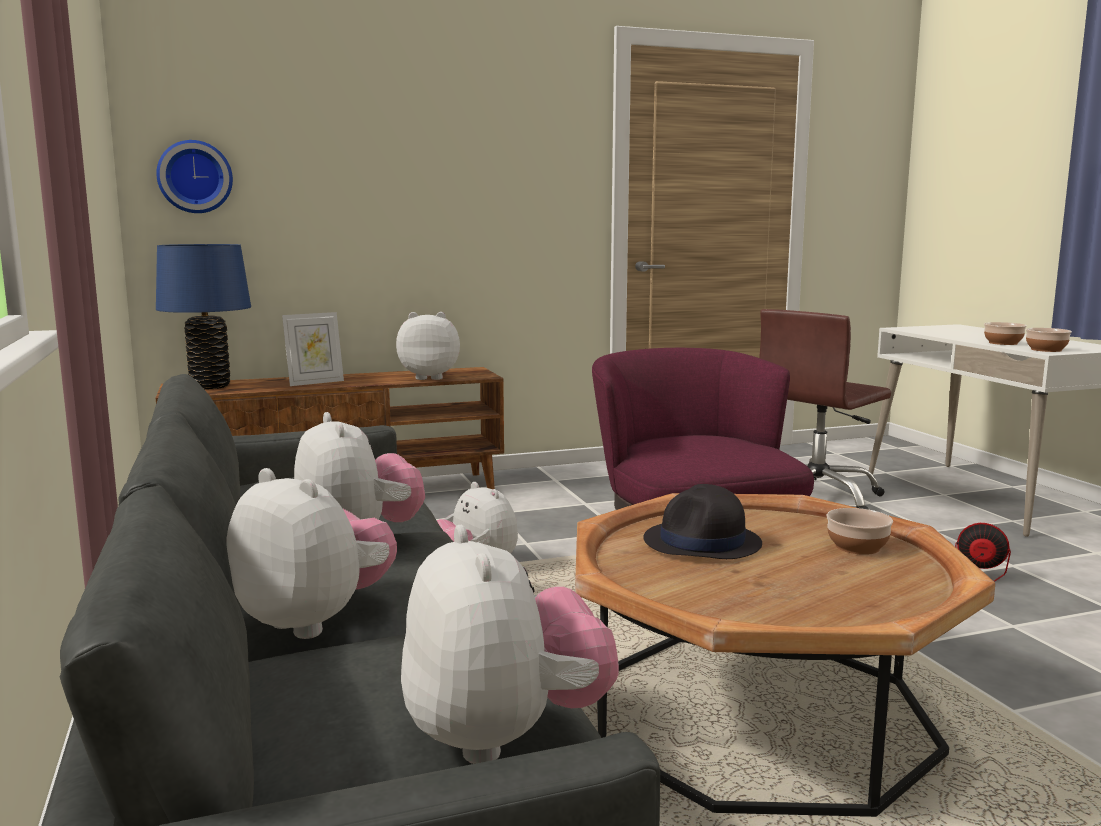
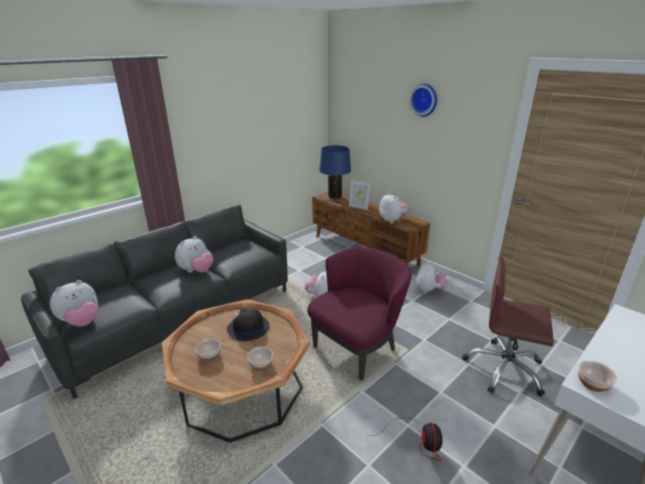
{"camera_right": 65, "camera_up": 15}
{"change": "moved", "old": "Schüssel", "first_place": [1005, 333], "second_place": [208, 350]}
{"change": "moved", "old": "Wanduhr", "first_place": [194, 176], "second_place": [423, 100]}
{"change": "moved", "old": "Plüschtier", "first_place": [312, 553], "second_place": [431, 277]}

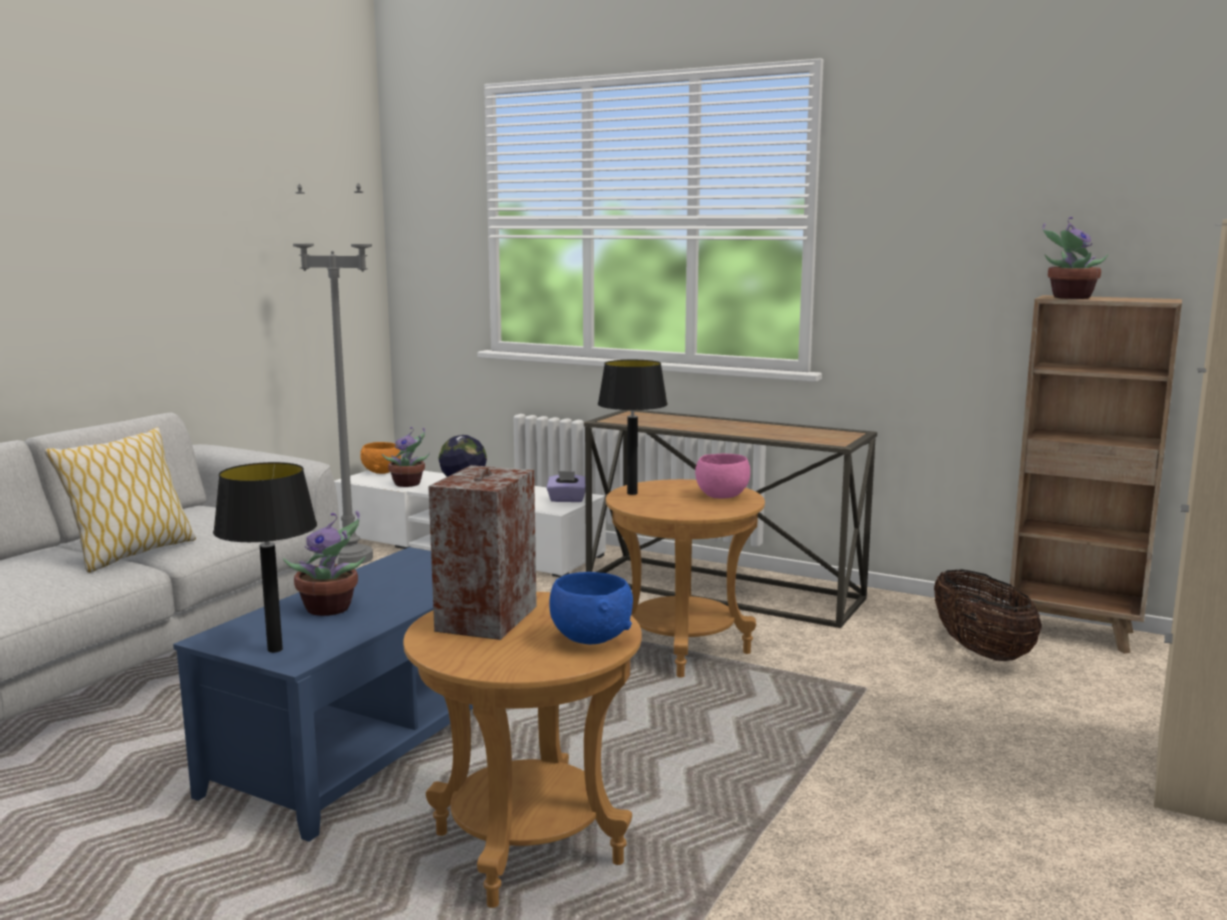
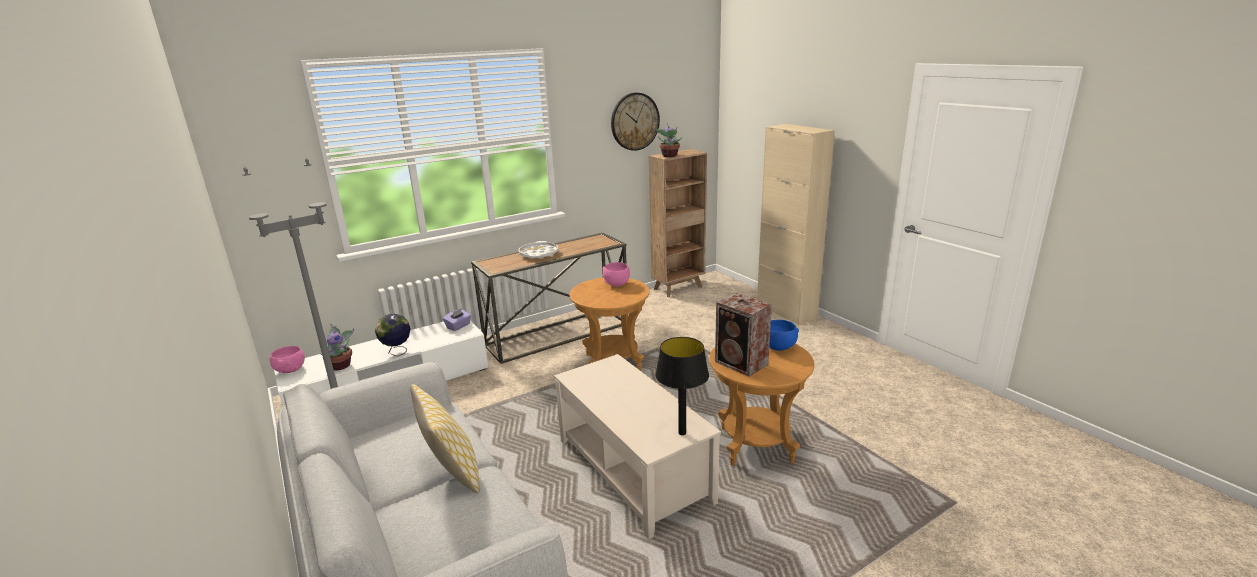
{"camera_right": -60, "camera_up": 10}
{"change": "recoloured", "old": "Schüssel/orange", "new": "Schüssel/rosa", "first_place": [380, 458], "second_place": [287, 359]}
{"change": "added", "new": "Tablett/weiß", "second_place": [538, 250]}
{"change": "recoloured", "old": "Couchtisch/blau", "new": "Couchtisch/beige", "first_place": [323, 694], "second_place": [637, 447]}
{"change": "added", "new": "Wanduhr", "second_place": [635, 122]}
{"change": "removed", "old": "Topfpflanze", "first_place": [324, 563]}
{"change": "removed", "old": "Tischlampe/schwarz", "first_place": [633, 427]}
{"change": "removed", "old": "Korb", "first_place": [988, 615]}

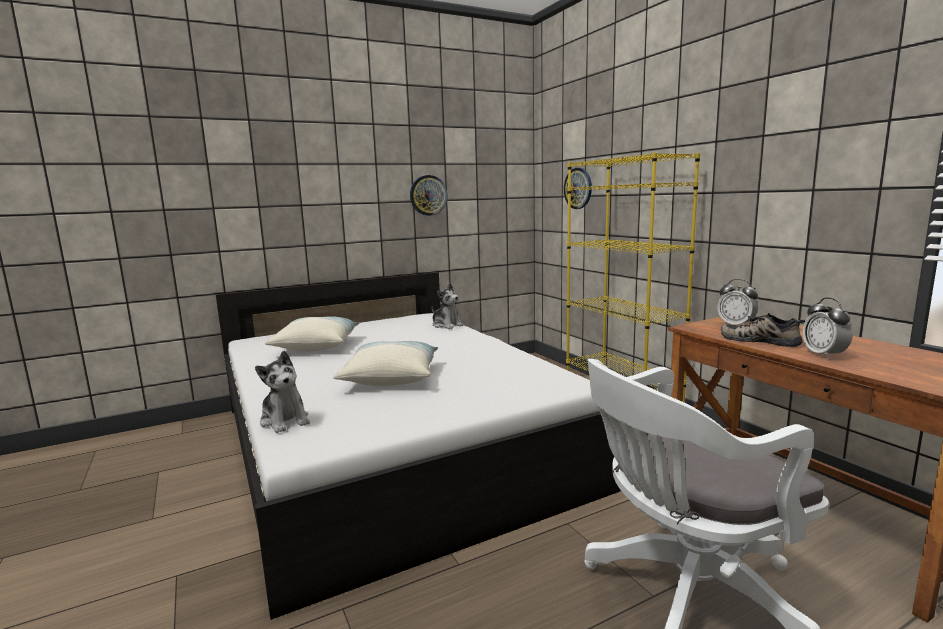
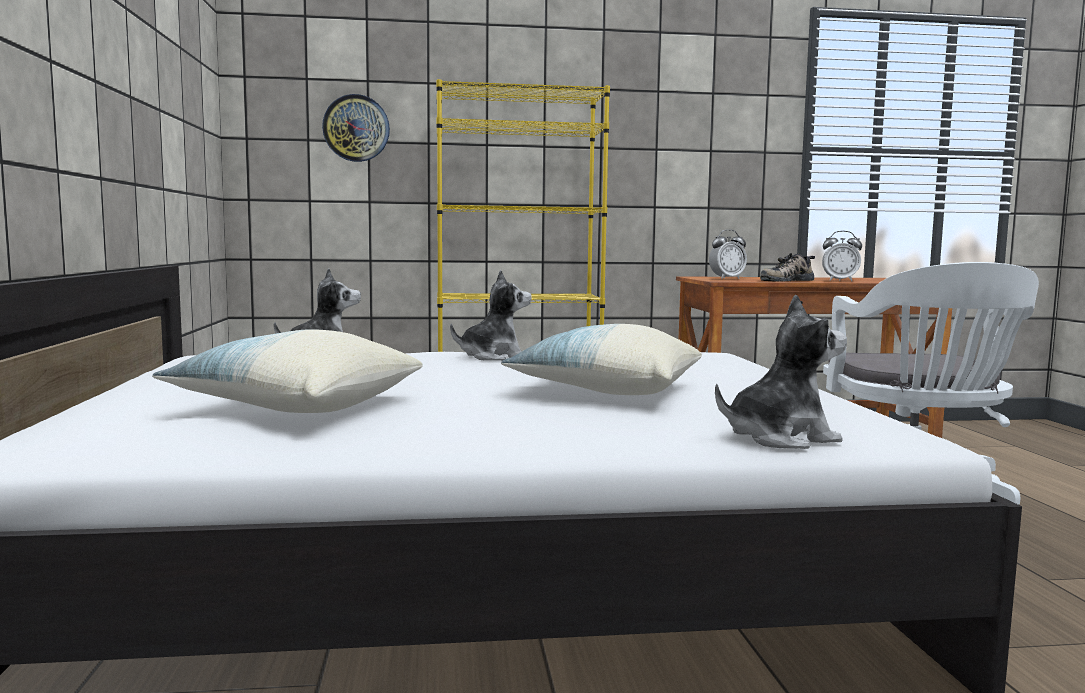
{"camera_right": -70, "camera_up": -5}
{"change": "added", "new": "Plüschtier", "second_place": [491, 315]}
{"change": "removed", "old": "Wanduhr", "first_place": [429, 195]}

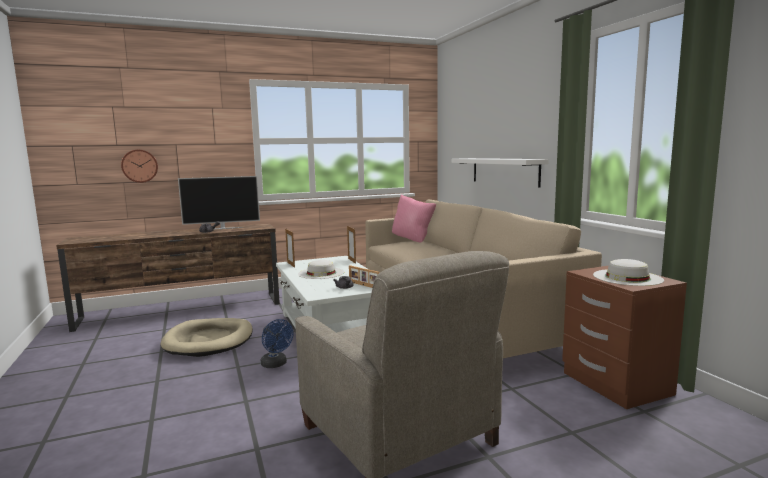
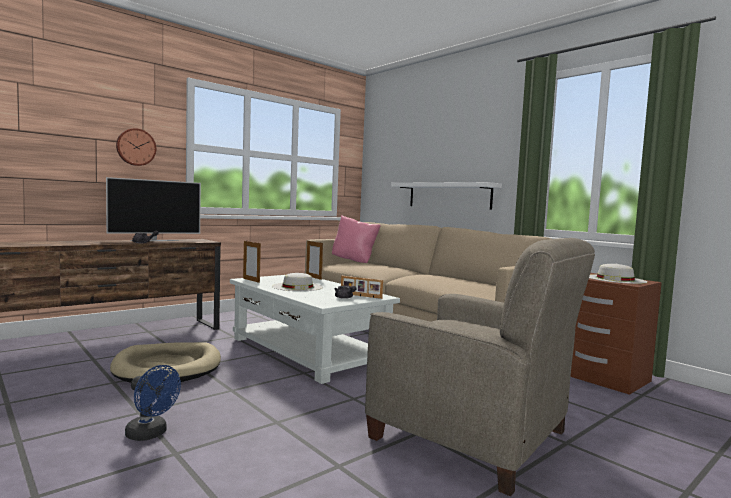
{"camera_right": -20, "camera_up": -5}
{"change": "moved", "old": "Wanduhr", "first_place": [139, 166], "second_place": [136, 147]}
{"change": "moved", "old": "Ventilator/blau", "first_place": [277, 343], "second_place": [153, 403]}

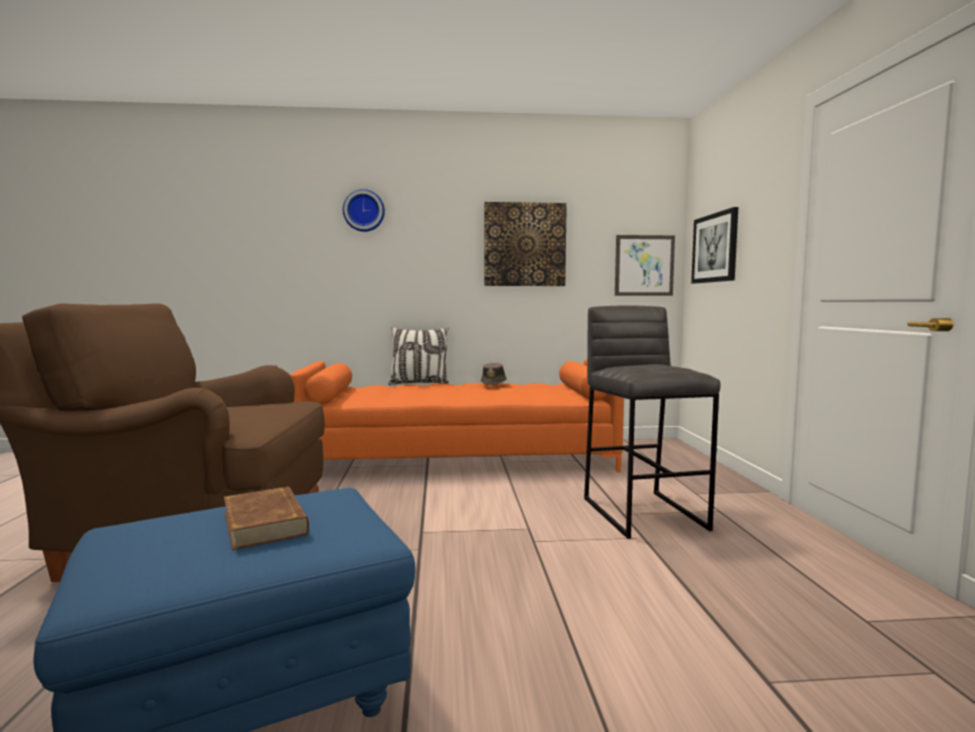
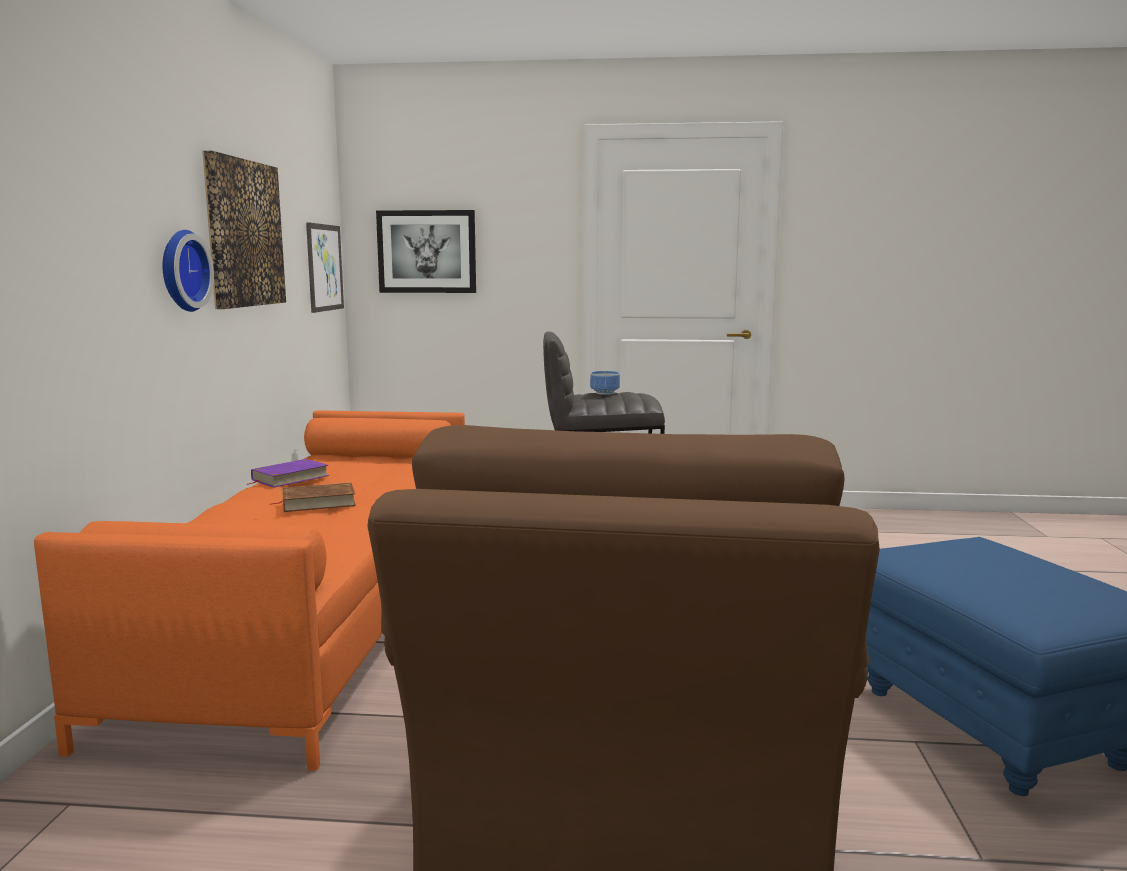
{"camera_right": -80, "camera_up": 5}
{"change": "moved", "old": "Wanduhr", "first_place": [364, 210], "second_place": [188, 271]}
{"change": "replaced", "old": "Hut/braun", "new": "Buch/lila", "first_place": [494, 374], "second_place": [288, 473]}
{"change": "moved", "old": "Buch/braun", "first_place": [266, 518], "second_place": [313, 497]}
{"change": "added", "new": "Schüssel", "second_place": [605, 383]}
{"change": "removed", "old": "Kissen", "first_place": [418, 356]}

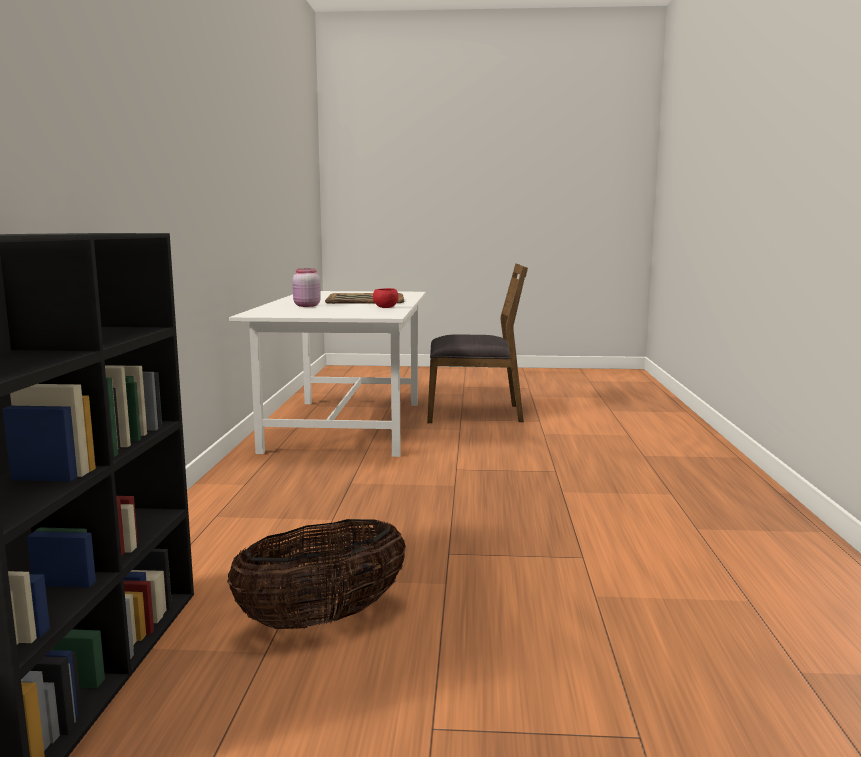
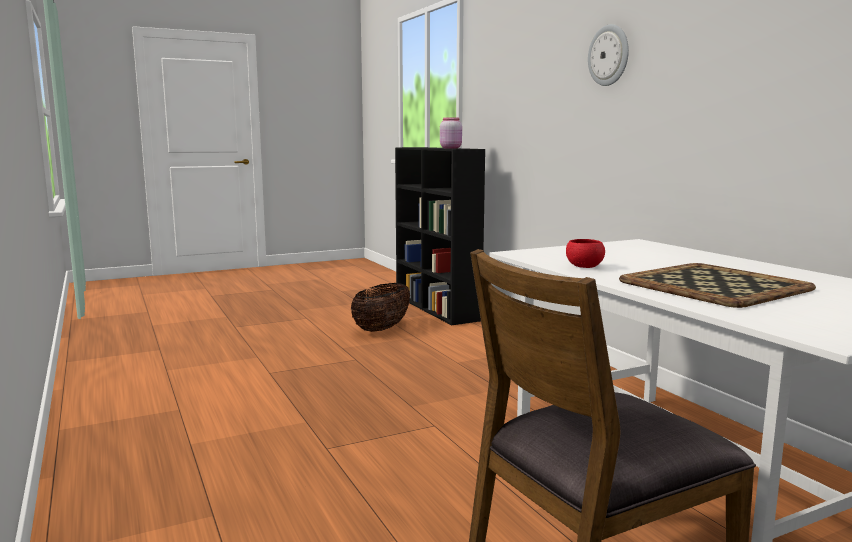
{"camera_right": 150, "camera_up": 0}
{"change": "moved", "old": "Vorratsglas/rosa", "first_place": [307, 288], "second_place": [451, 133]}
{"change": "added", "new": "Wanduhr", "second_place": [608, 55]}

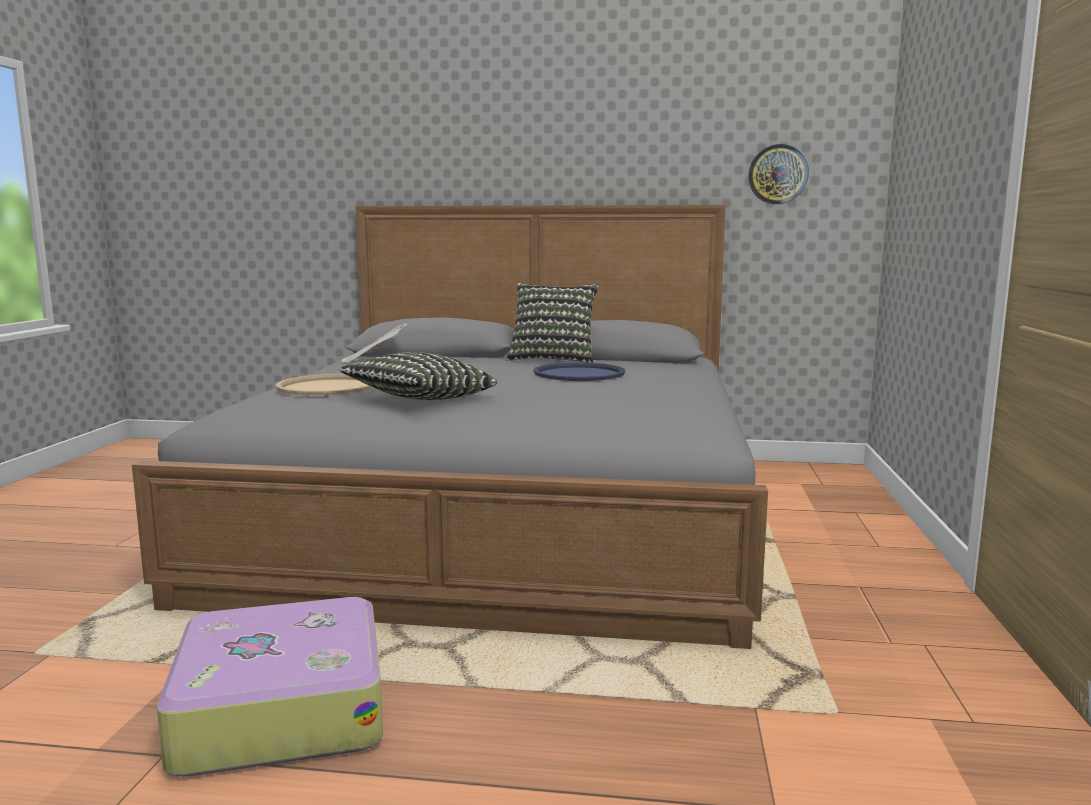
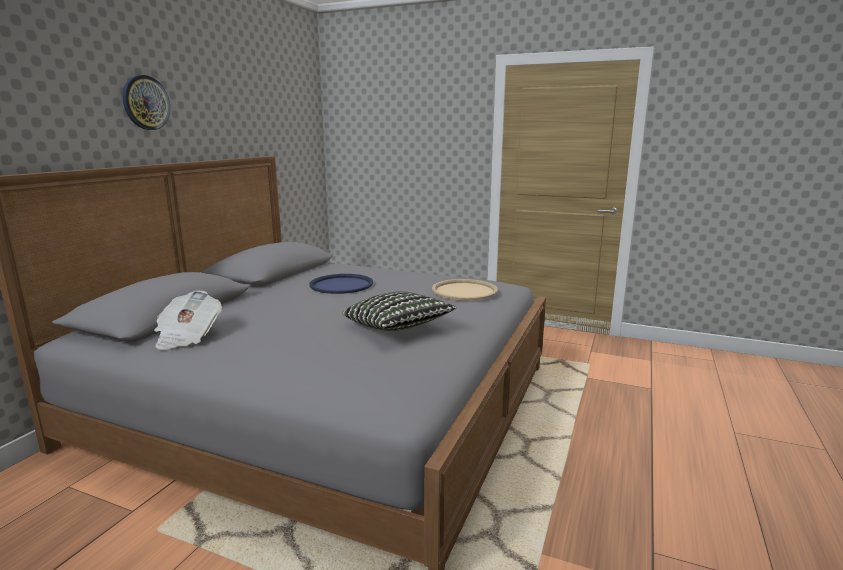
{"camera_right": -75, "camera_up": 5}
{"change": "moved", "old": "Wanduhr", "first_place": [778, 174], "second_place": [146, 102]}
{"change": "moved", "old": "Tablett/beige", "first_place": [324, 385], "second_place": [465, 289]}
{"change": "removed", "old": "Koffer", "first_place": [270, 686]}
{"change": "removed", "old": "Kissen", "first_place": [553, 323]}

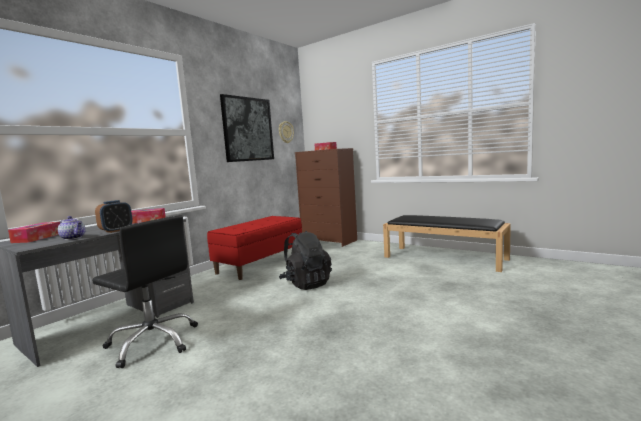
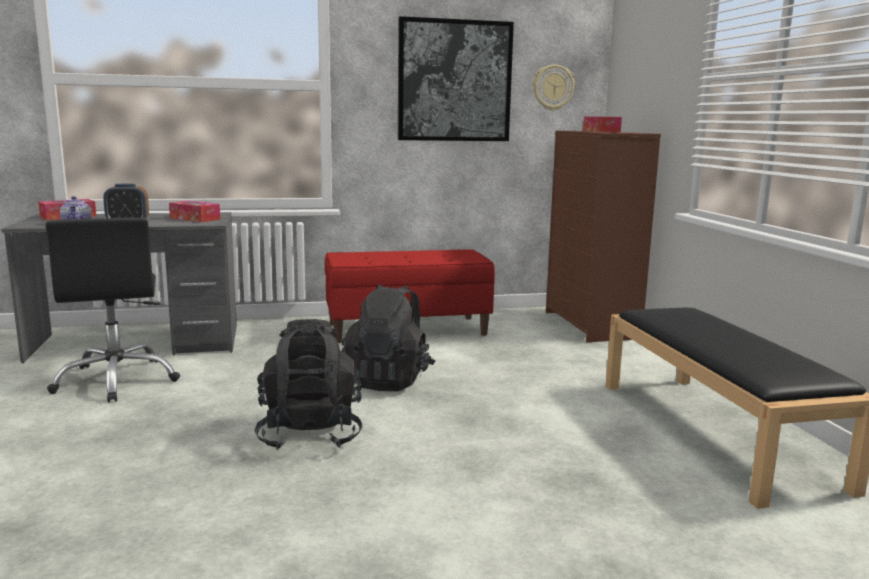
{"camera_right": 40, "camera_up": 5}
{"change": "added", "new": "Rucksack/schwarz", "second_place": [308, 384]}

